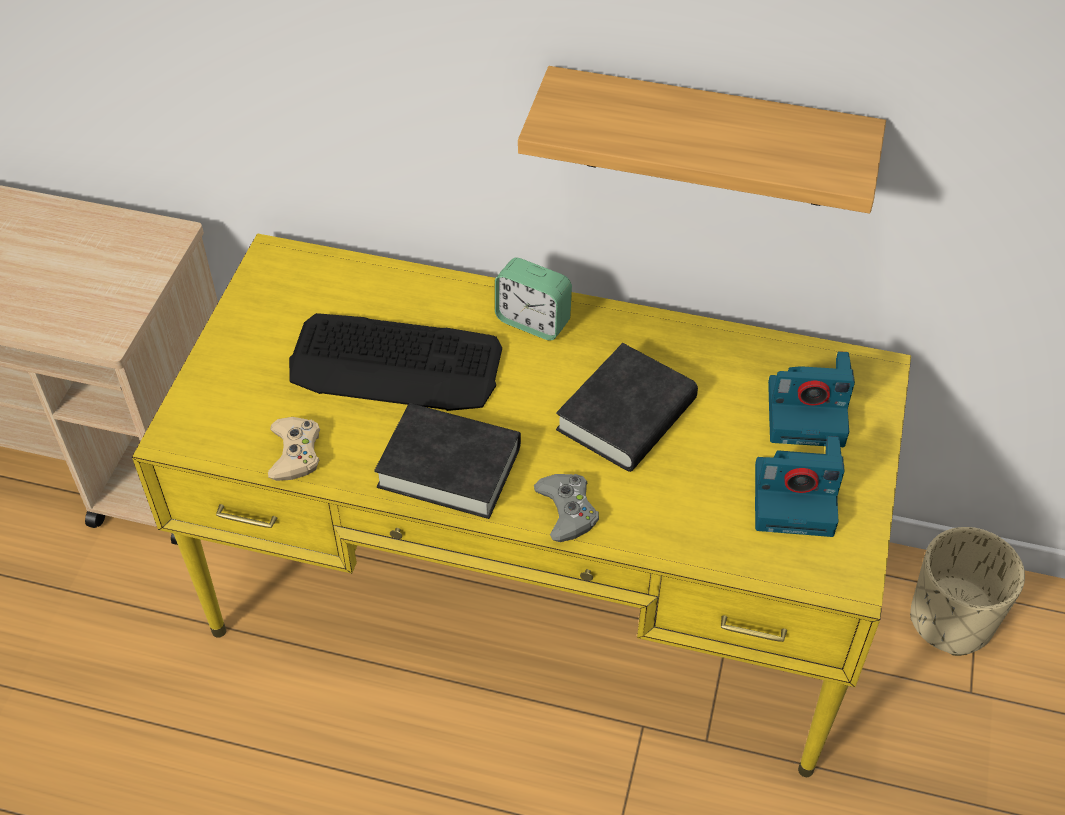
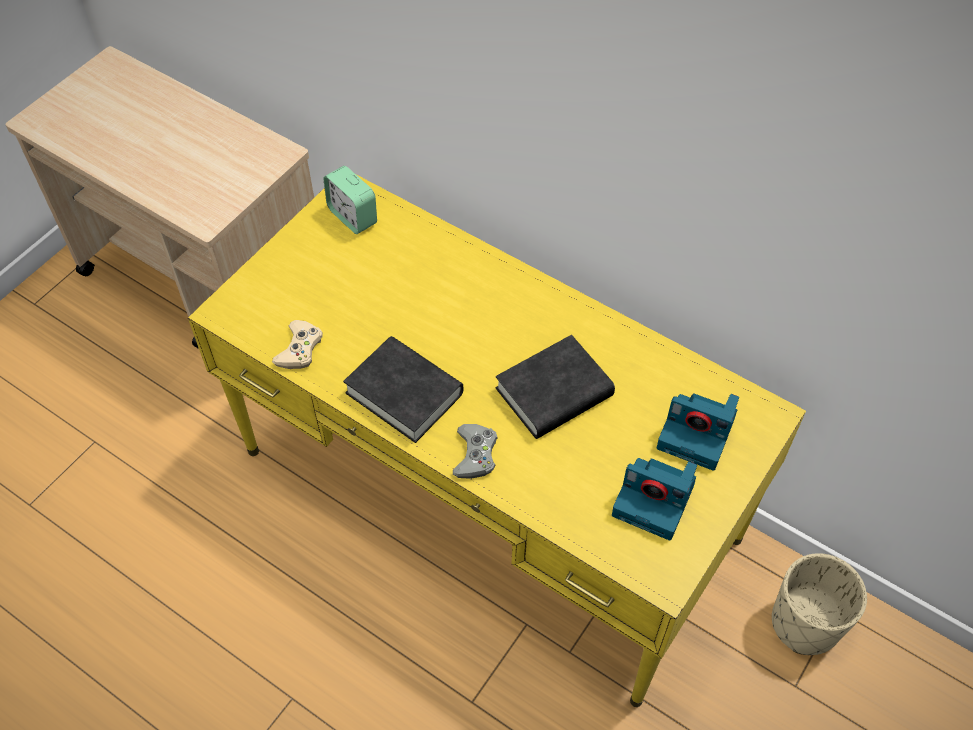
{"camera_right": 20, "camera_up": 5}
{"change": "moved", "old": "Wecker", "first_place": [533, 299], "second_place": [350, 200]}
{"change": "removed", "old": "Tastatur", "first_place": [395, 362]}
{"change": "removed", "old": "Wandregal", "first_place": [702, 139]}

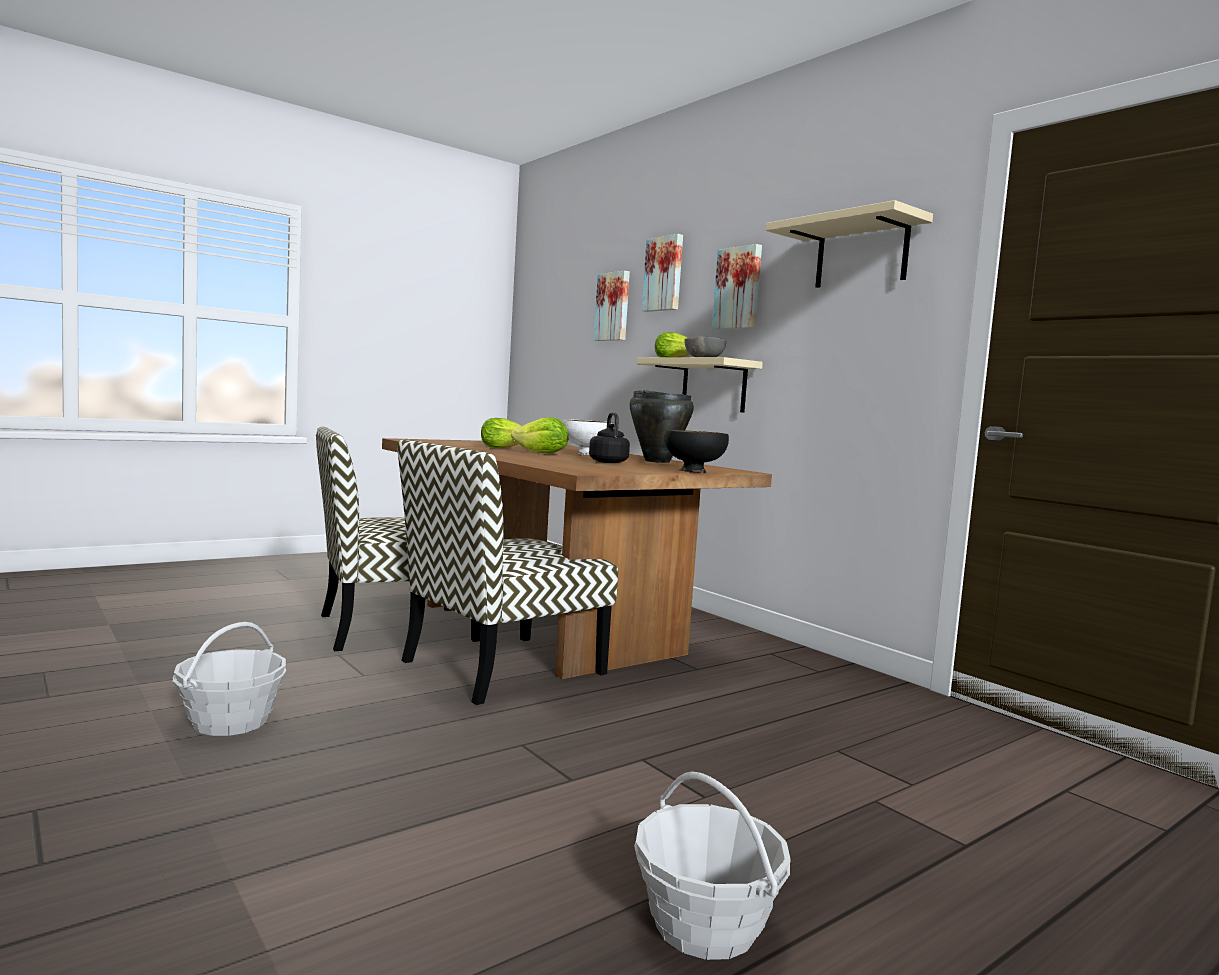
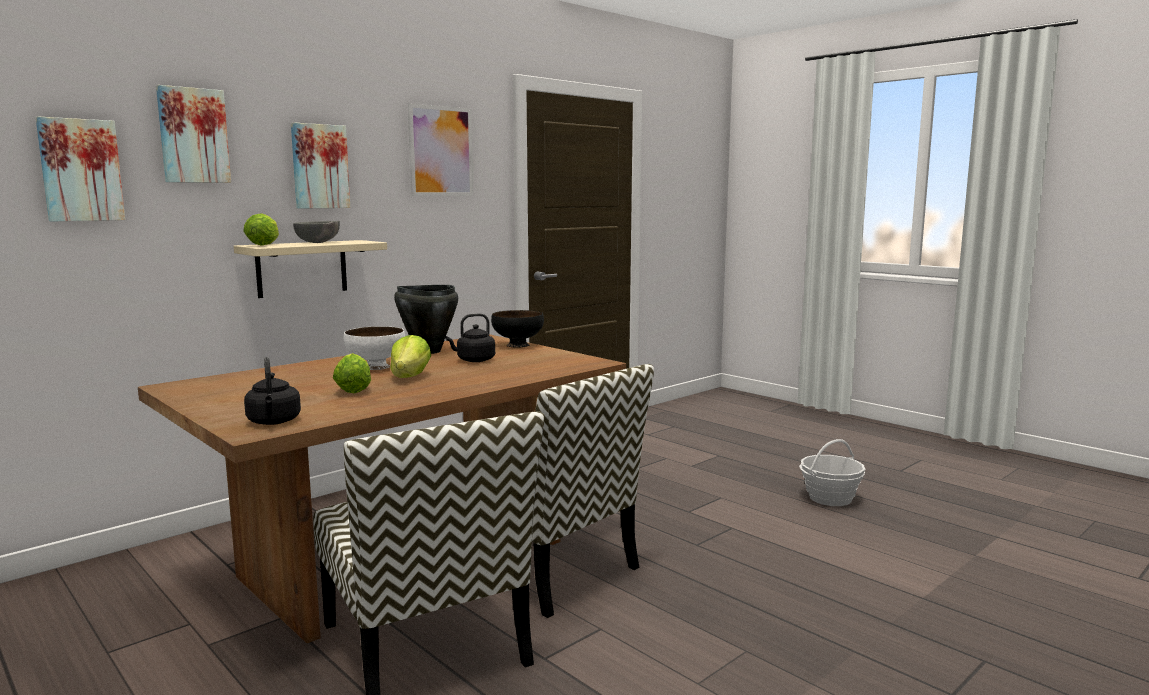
{"camera_right": -95, "camera_up": 5}
{"change": "added", "new": "Wasserkessel/schwarz", "second_place": [272, 391]}
{"change": "replaced", "old": "Wandregal/beige", "new": "Bild", "first_place": [849, 244], "second_place": [440, 149]}
{"change": "removed", "old": "Korb", "first_place": [229, 679]}

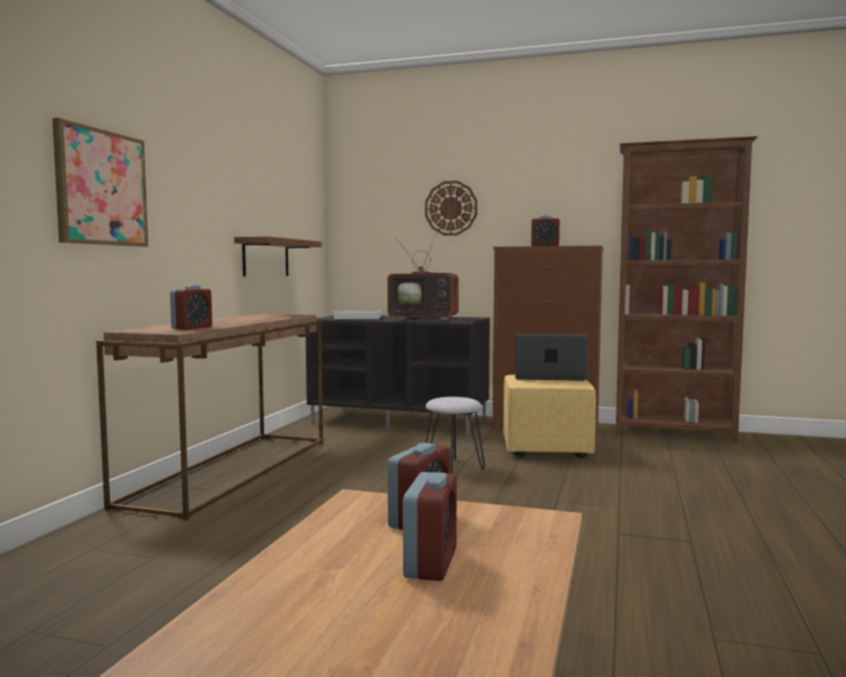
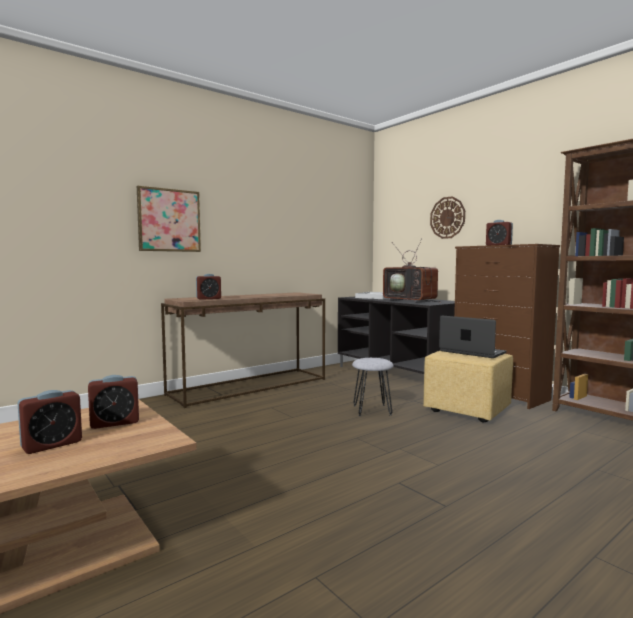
{"camera_right": 35, "camera_up": 0}
{"change": "removed", "old": "Wandregal/braun", "first_place": [277, 256]}

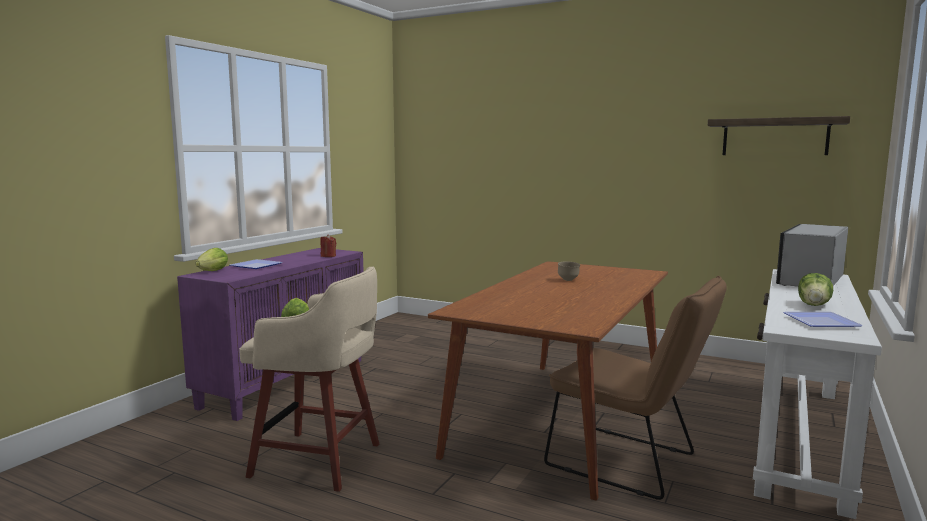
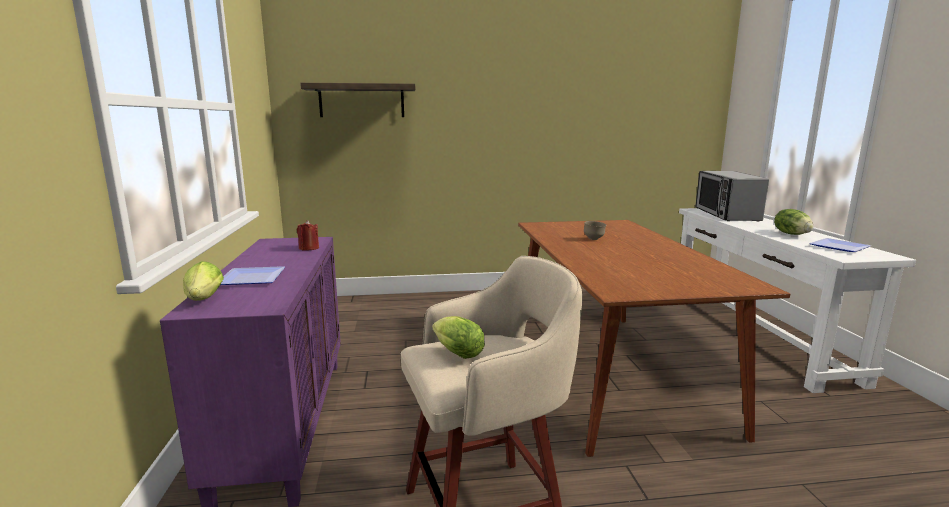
{"camera_right": -35, "camera_up": 5}
{"change": "moved", "old": "Wandregal", "first_place": [779, 135], "second_place": [357, 100]}
{"change": "removed", "old": "Stuhl/braun", "first_place": [635, 388]}

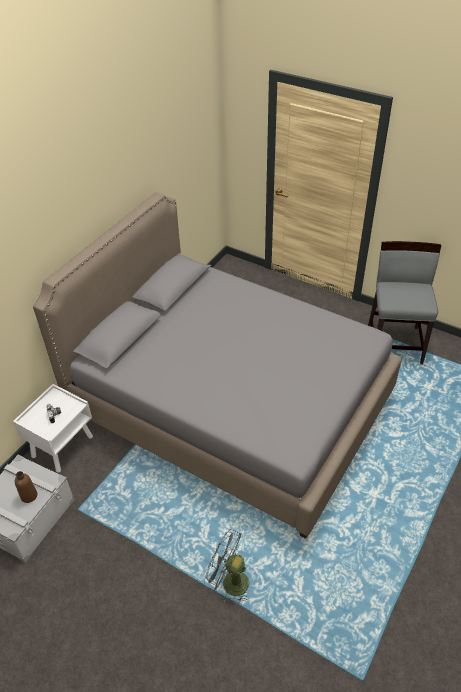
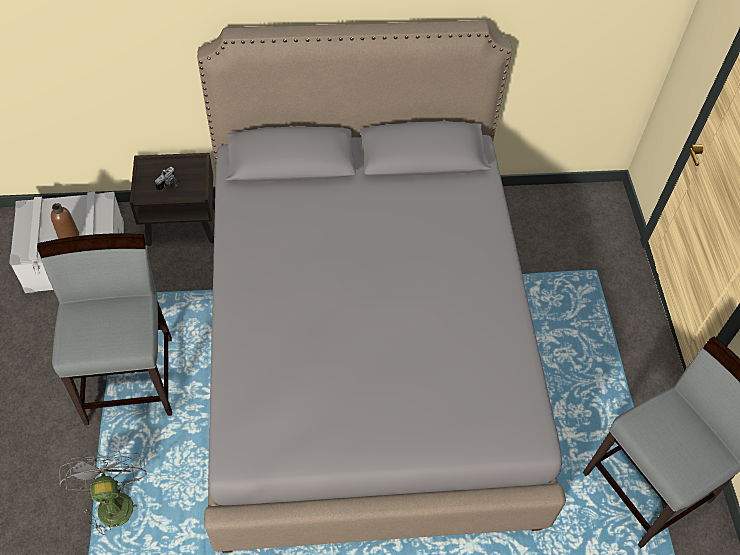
{"camera_right": 50, "camera_up": 10}
{"change": "added", "new": "Stuhl/grau", "second_place": [104, 329]}
{"change": "recoloured", "old": "Nachttisch/weiß", "new": "Nachttisch/braun", "first_place": [53, 428], "second_place": [172, 199]}

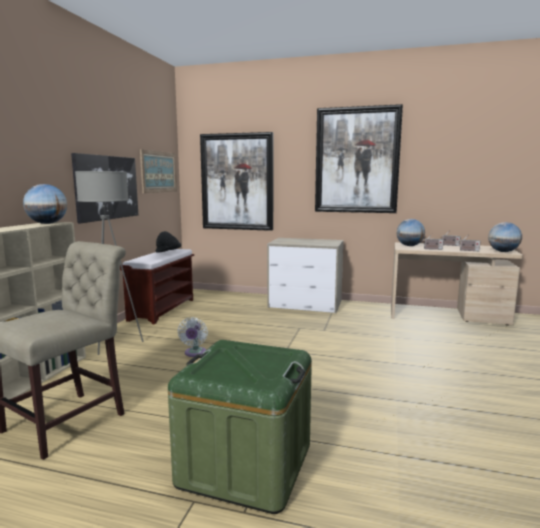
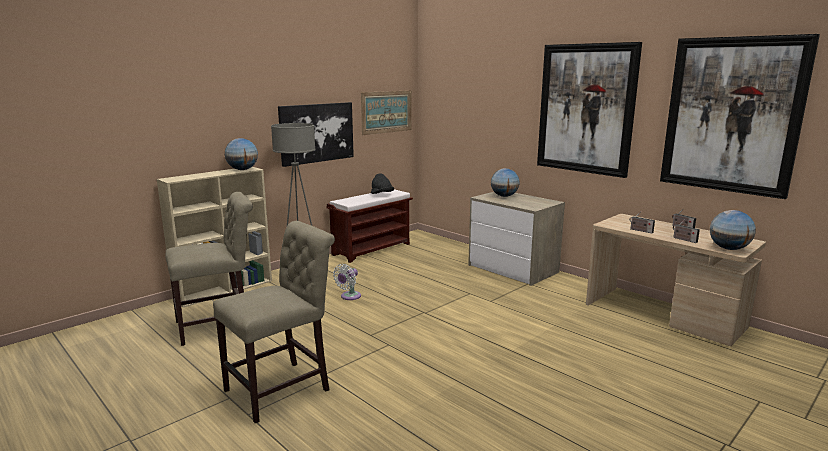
{"camera_right": 30, "camera_up": 5}
{"change": "replaced", "old": "Aufbewahrungsbox/grün", "new": "Stuhl/beige", "first_place": [240, 427], "second_place": [274, 322]}
{"change": "moved", "old": "Globus", "first_place": [410, 232], "second_place": [505, 182]}
{"change": "moved", "old": "Bild", "first_place": [236, 181], "second_place": [740, 116]}

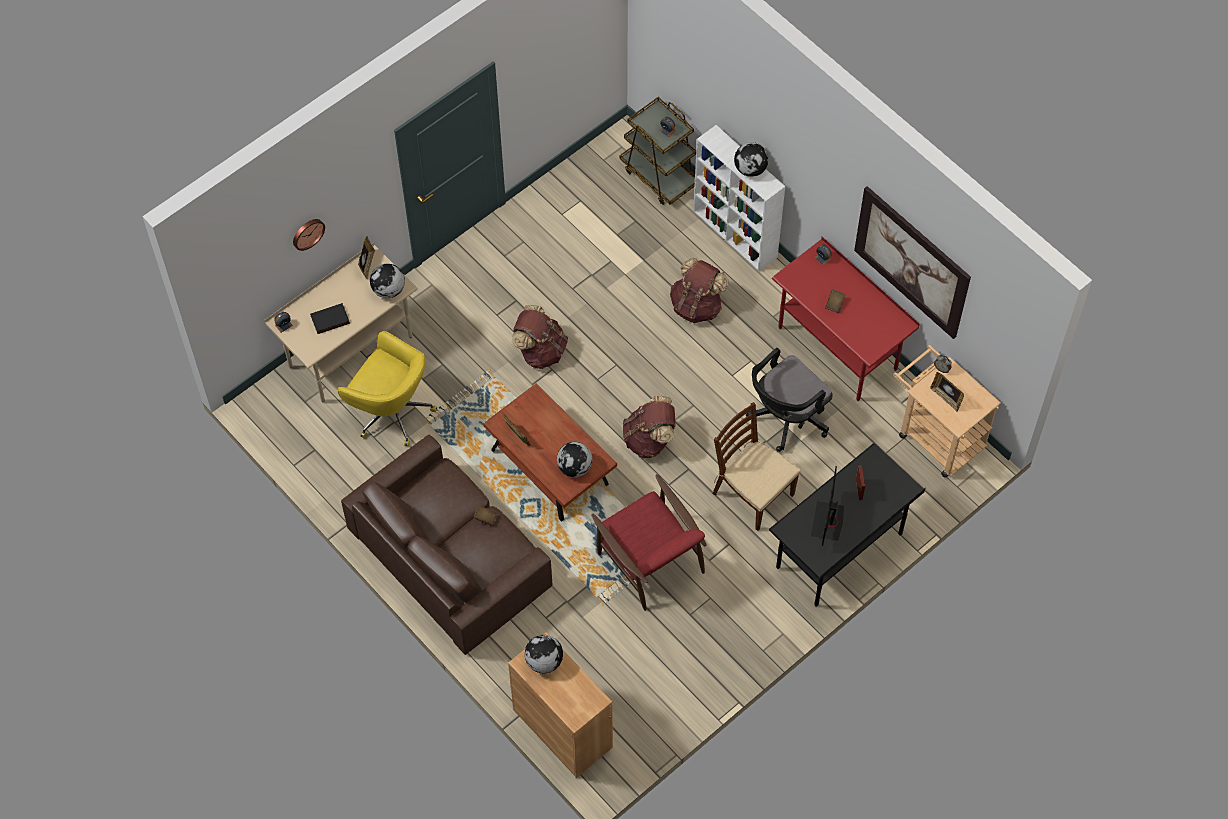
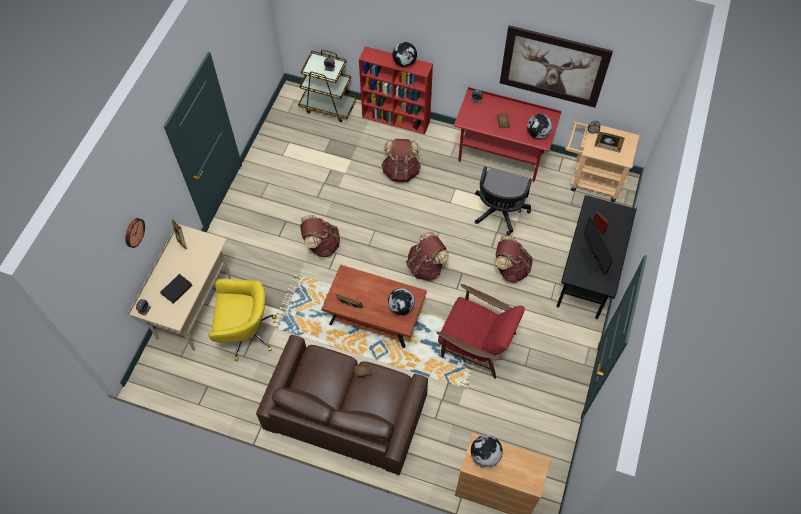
{"camera_right": -30, "camera_up": 0}
{"change": "recoloured", "old": "Bücherregal/weiß", "new": "Bücherregal/rot", "first_place": [739, 198], "second_place": [396, 90]}
{"change": "replaced", "old": "Stuhl/braun", "new": "Rucksack/braun", "first_place": [756, 466], "second_place": [514, 259]}
{"change": "moved", "old": "Globus", "first_place": [387, 281], "second_place": [539, 126]}

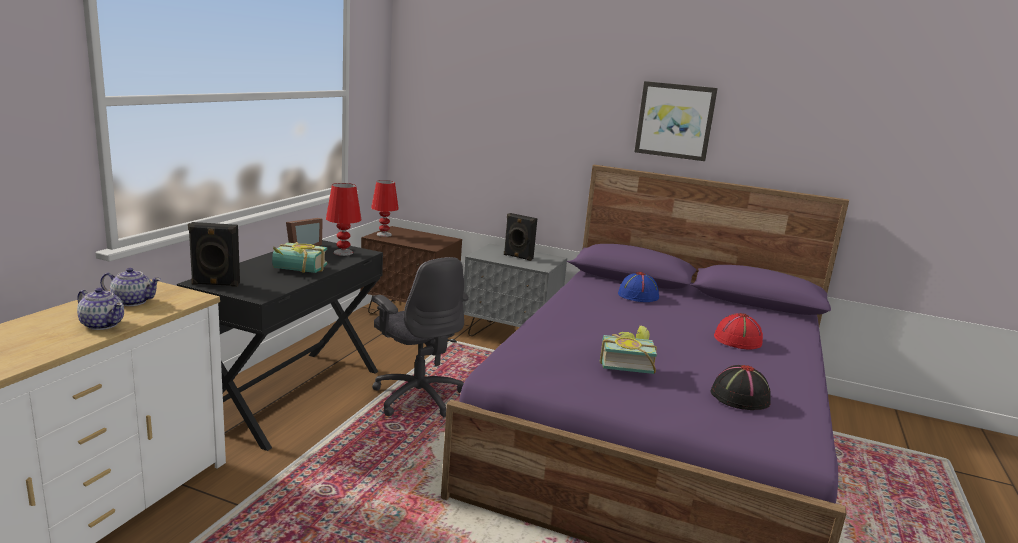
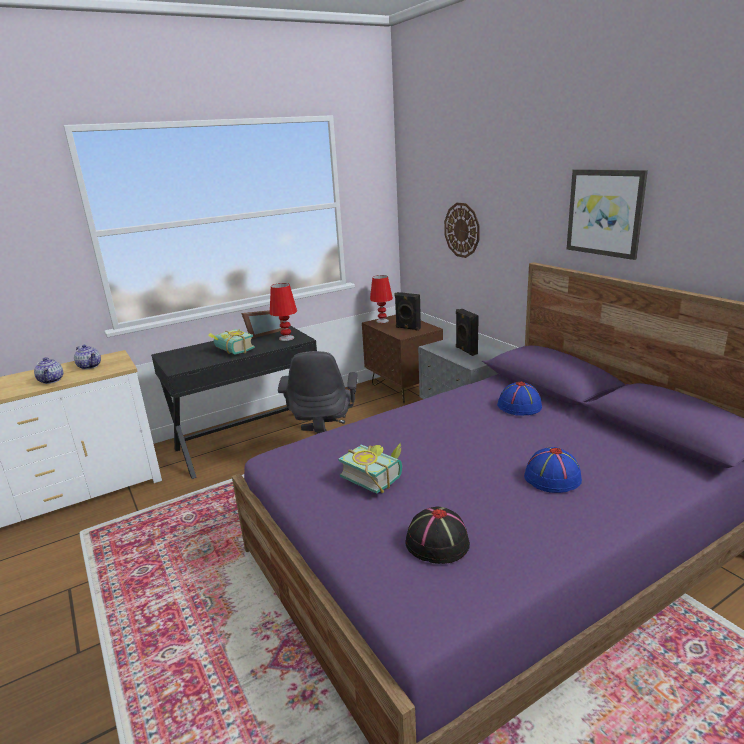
{"camera_right": 40, "camera_up": 5}
{"change": "moved", "old": "Lautsprecher/schwarz", "first_place": [214, 254], "second_place": [408, 311]}
{"change": "added", "new": "Wanduhr", "second_place": [462, 230]}
{"change": "recoloured", "old": "Hut/rot", "new": "Hut/blau", "first_place": [738, 331], "second_place": [553, 470]}

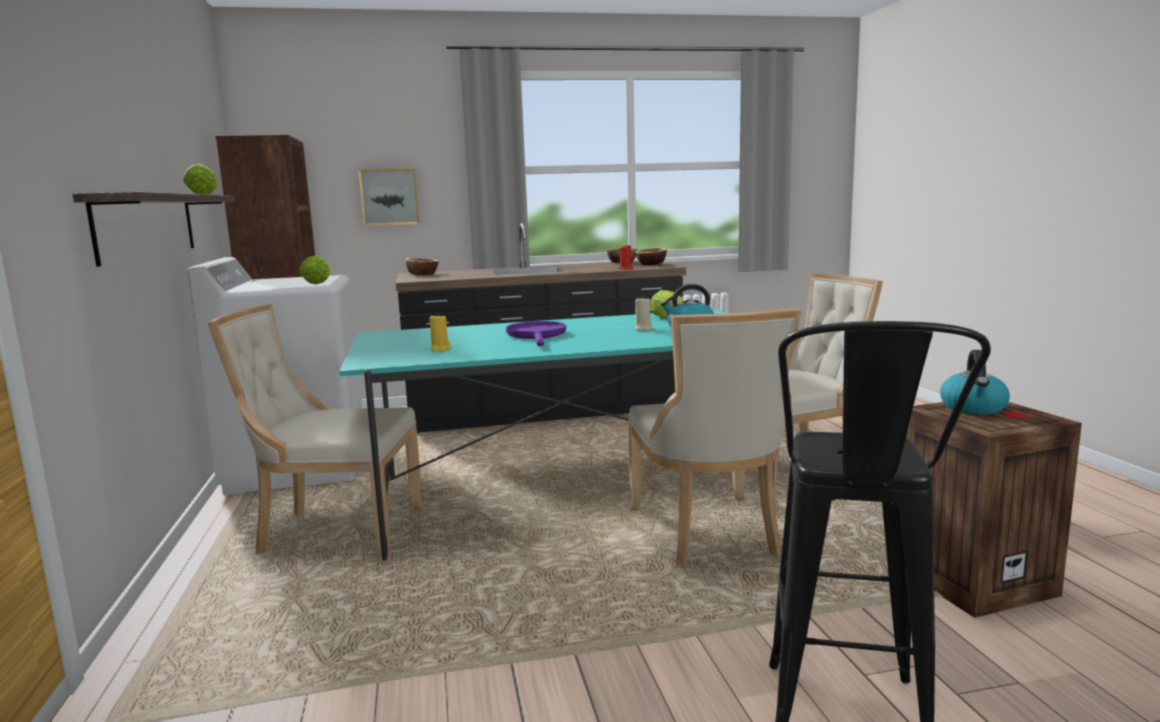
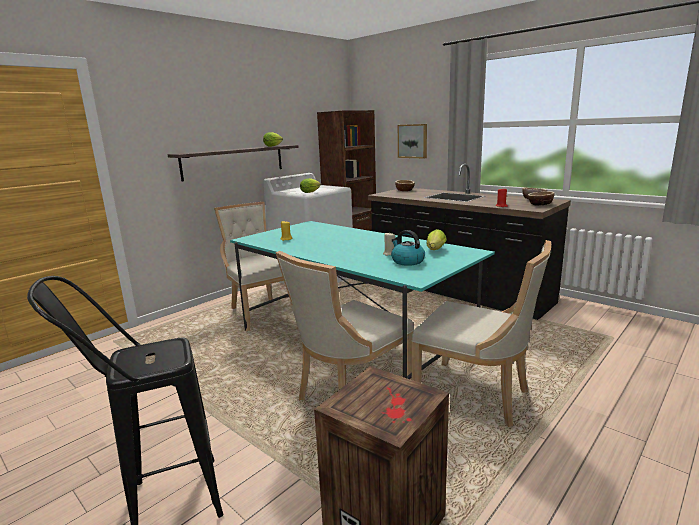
{"camera_right": 55, "camera_up": 5}
{"change": "removed", "old": "Pfanne/lila", "first_place": [536, 334]}
{"change": "removed", "old": "Wasserkessel", "first_place": [975, 382]}

